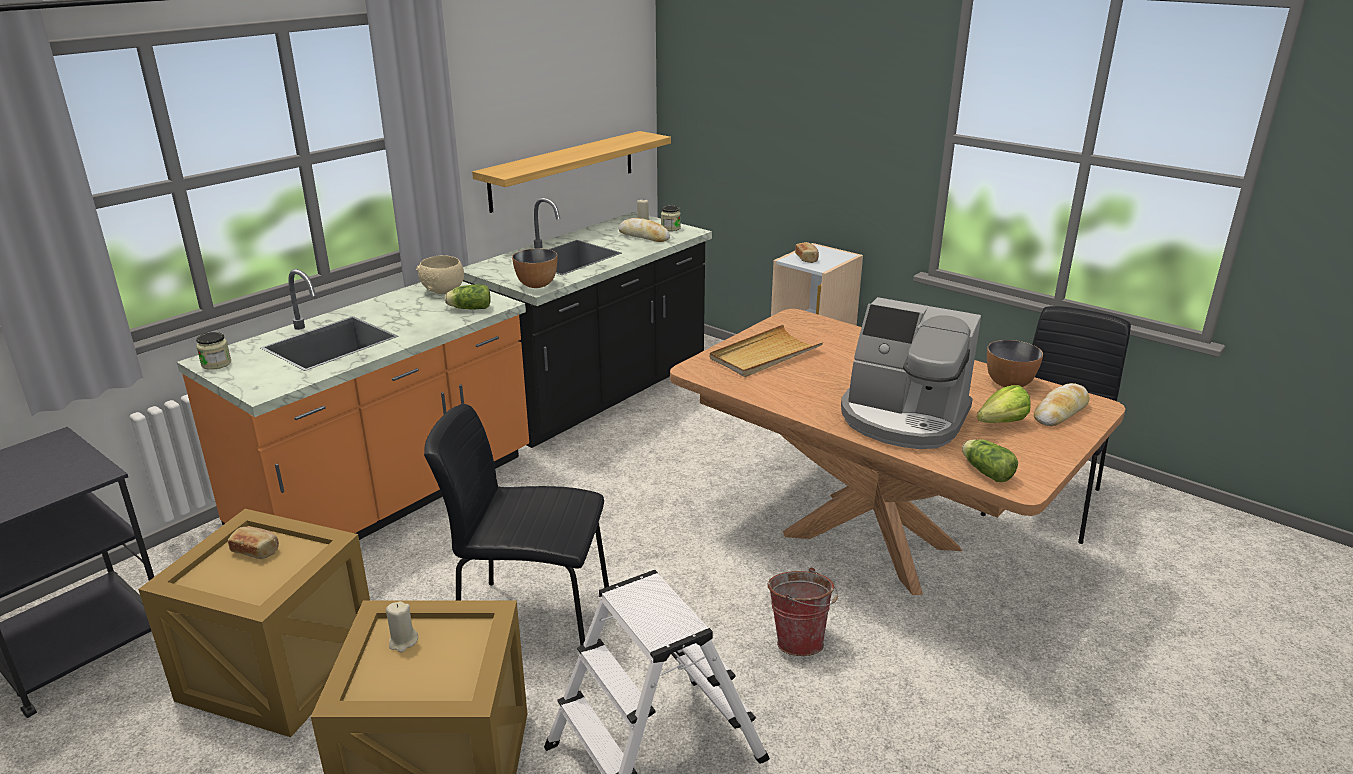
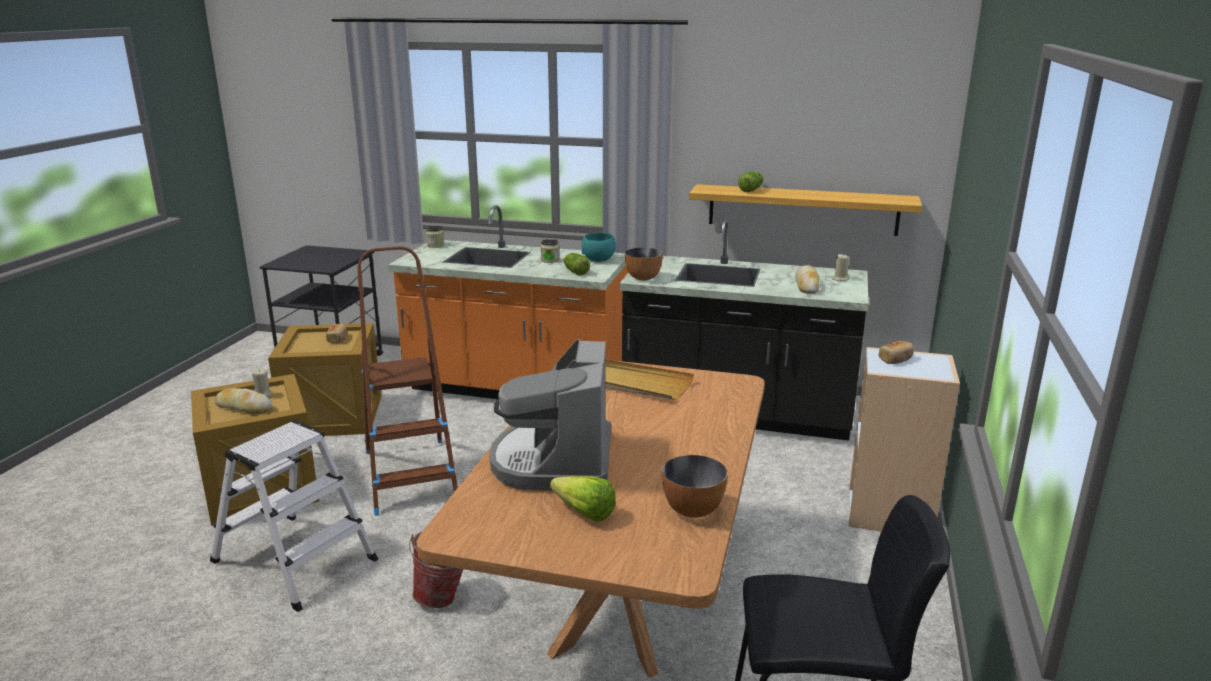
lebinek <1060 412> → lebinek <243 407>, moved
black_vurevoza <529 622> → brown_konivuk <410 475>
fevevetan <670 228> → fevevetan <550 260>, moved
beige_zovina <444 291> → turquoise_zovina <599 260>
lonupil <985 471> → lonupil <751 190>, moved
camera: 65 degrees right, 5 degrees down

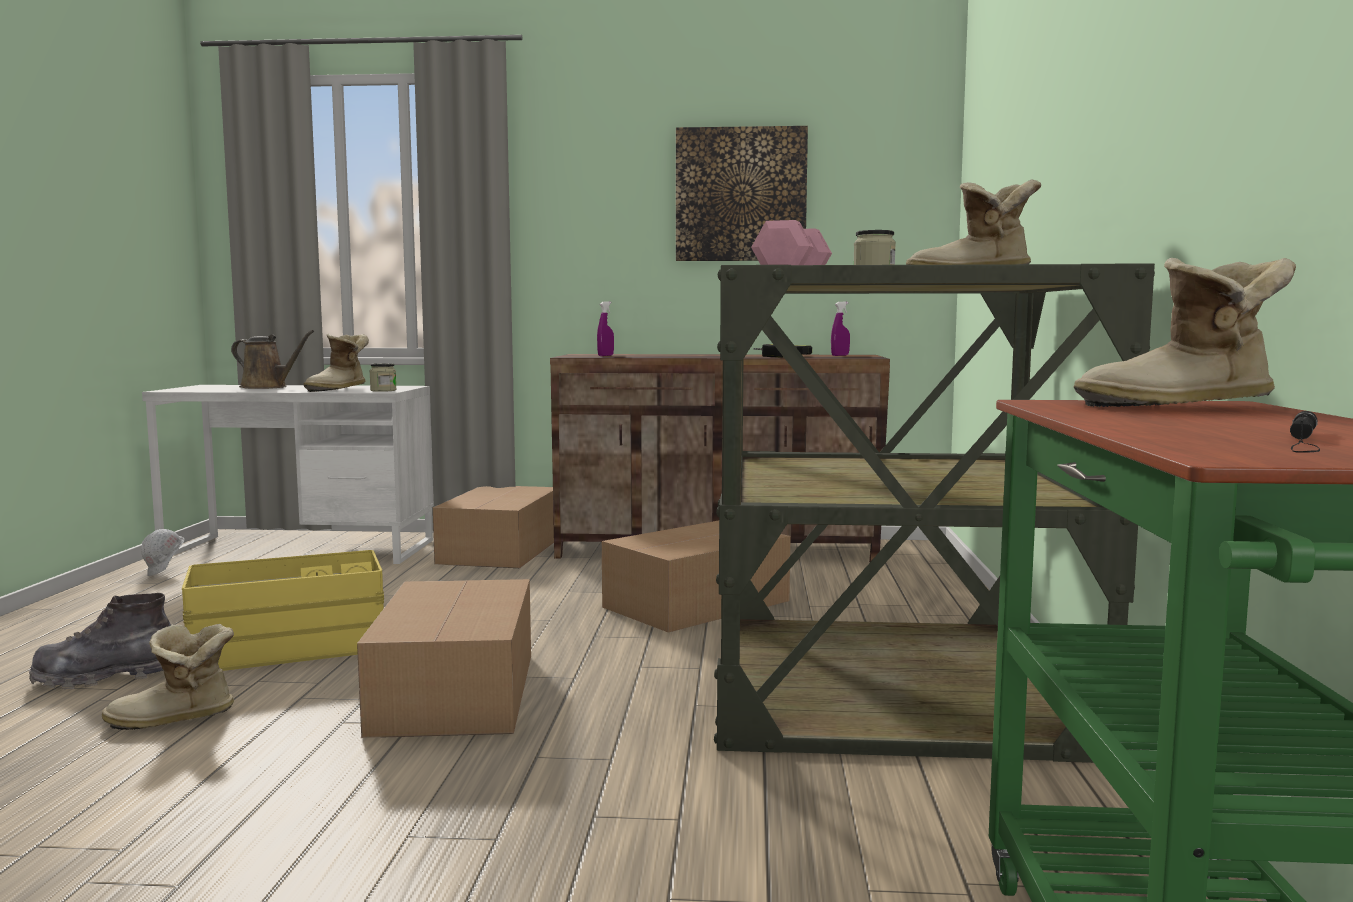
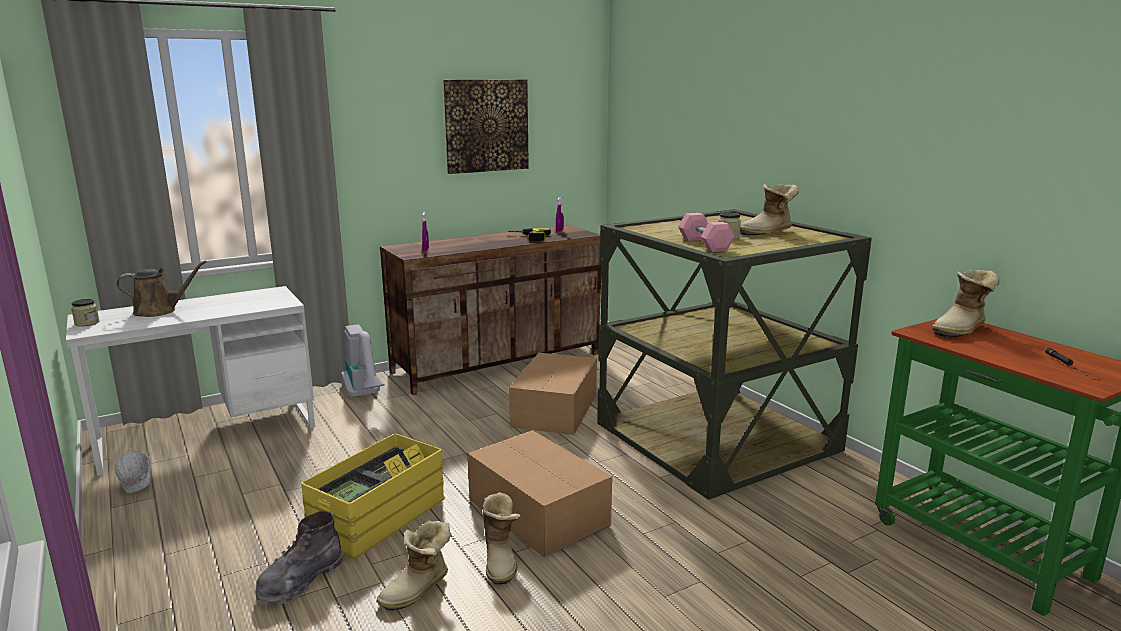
fevevetan <383 390> → fevevetan <87 323>, moved
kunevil <502 550> → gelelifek <365 396>
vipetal <340 389> → vipetal <501 561>, moved
camera: 35 degrees left, 10 degrees up

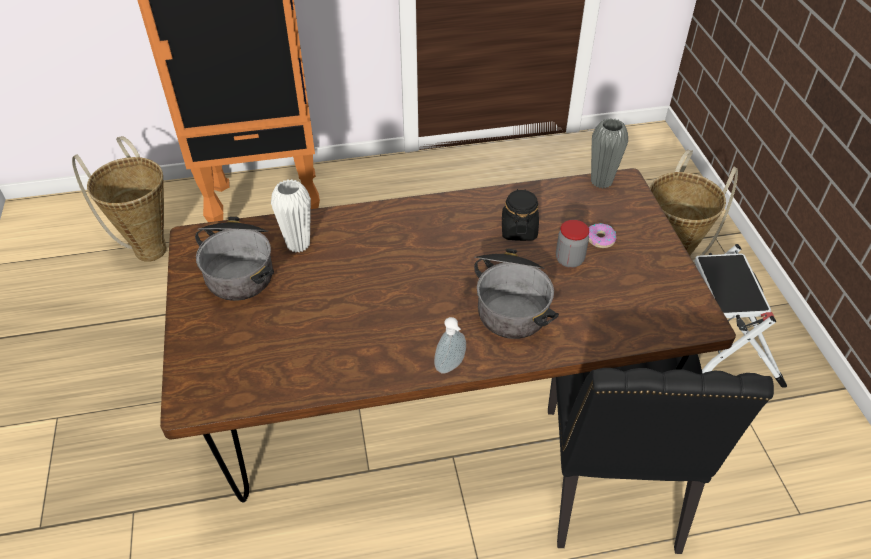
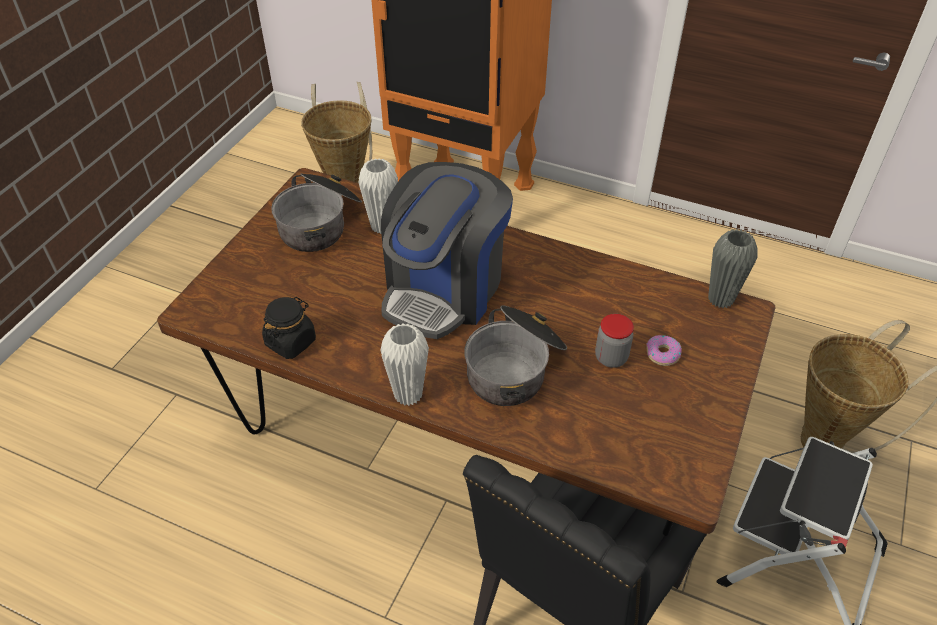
black_fevevetan <518 230> → black_fevevetan <291 342>, moved
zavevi <451 367> → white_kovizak <408 395>
- → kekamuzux <444 289>
camera: 35 degrees right, 0 degrees up

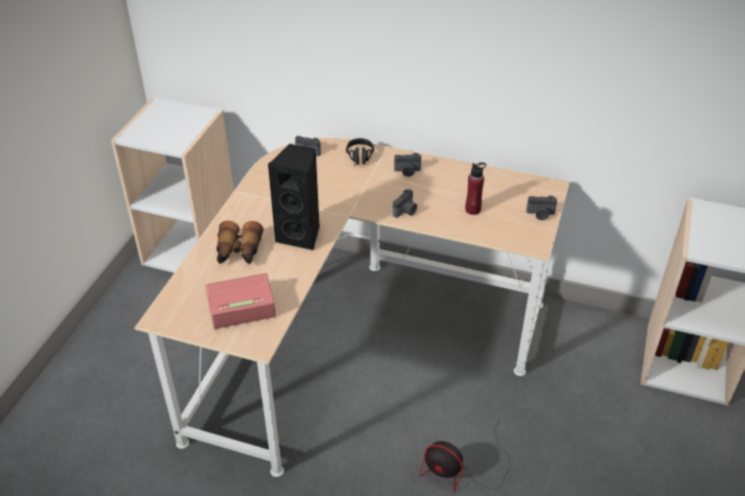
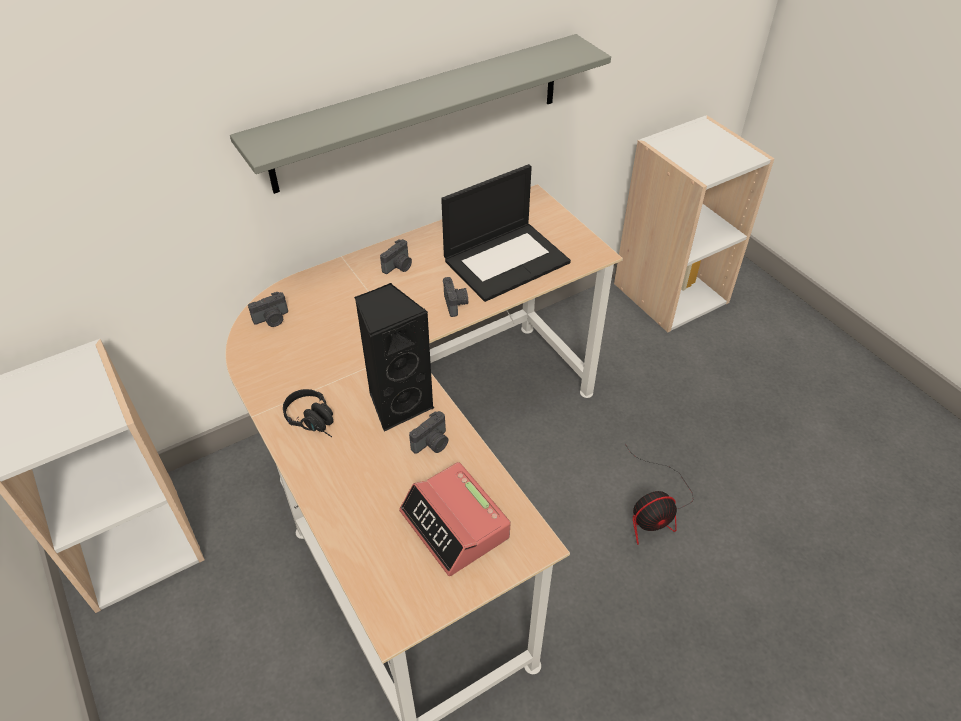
- → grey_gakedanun <420 112>
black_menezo <360 159> → black_menezo <315 421>, moved
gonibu <240 306> → gonibu <455 525>, 60 degrees counterclockwise
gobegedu <540 214> → gobegedu <432 443>, moved
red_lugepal <473 209> → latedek <506 260>
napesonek <238 252> → -
camera: 50 degrees left, 5 degrees up

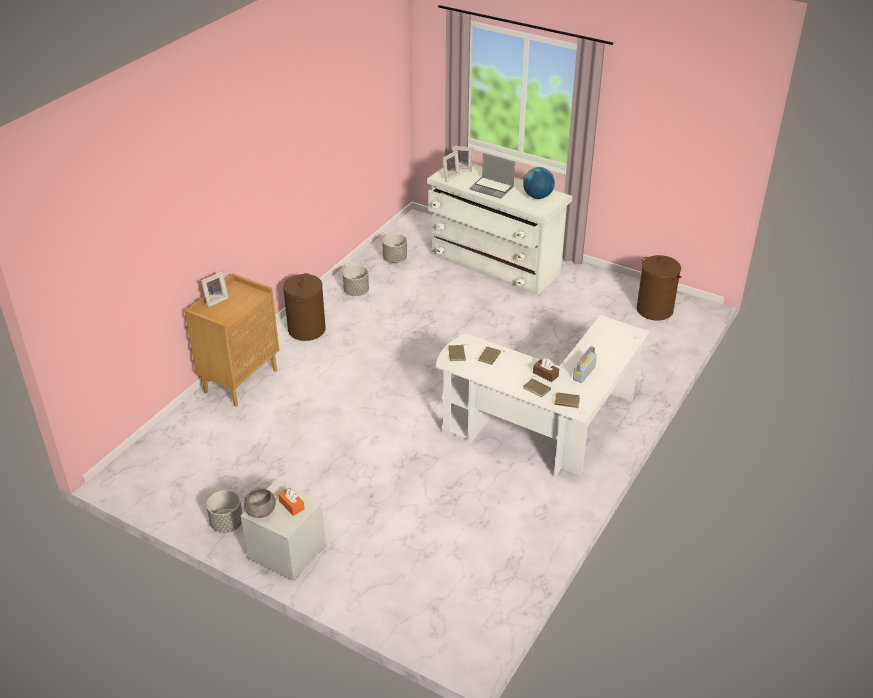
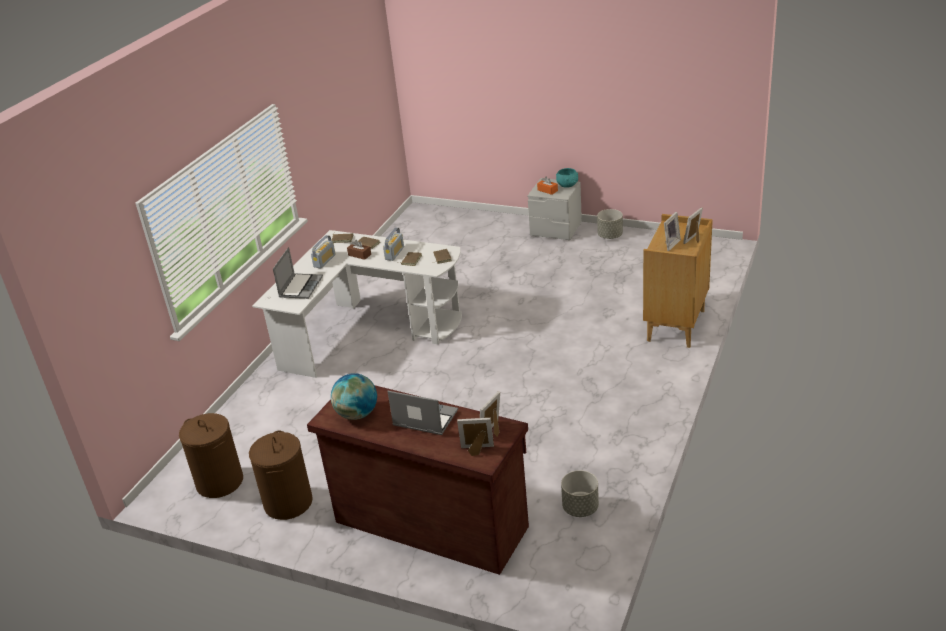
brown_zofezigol <306 329> → brown_zofezigol <288 503>, moved
- → latedek <300 287>
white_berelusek <493 265> → brown_berelusek <433 521>
- → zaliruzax <394 253>
grey_zovina <260 511> → turquoise_zovina <567 185>
- → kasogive <669 244>
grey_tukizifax <356 292> → -
camera: 175 degrees right, 5 degrees down

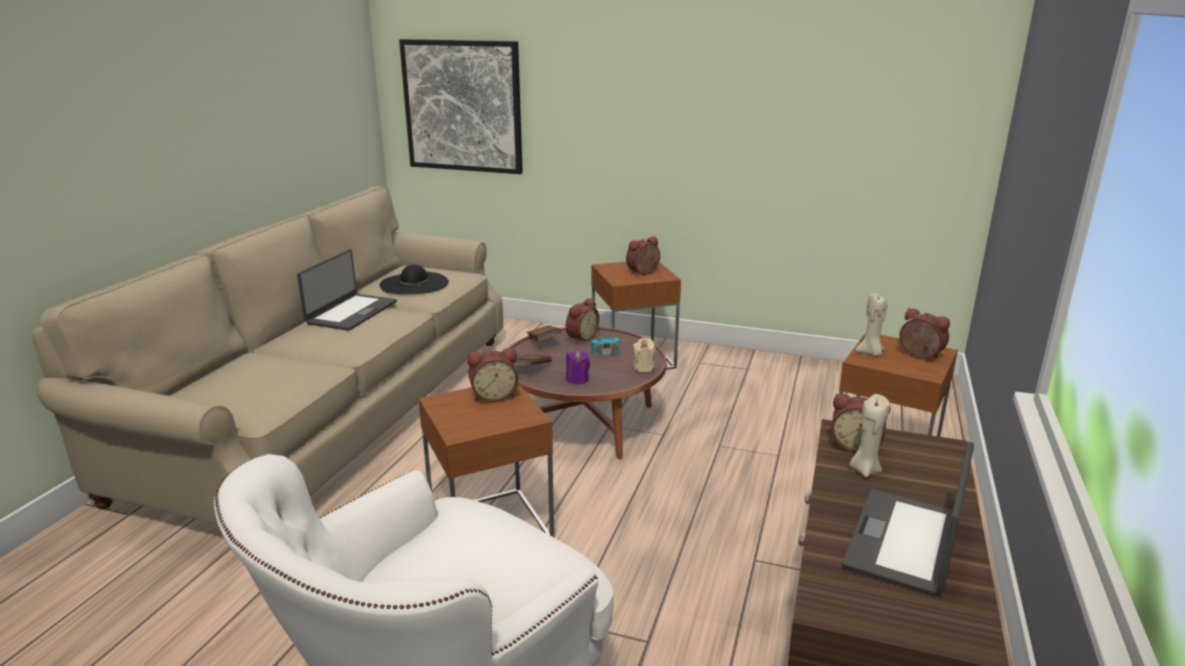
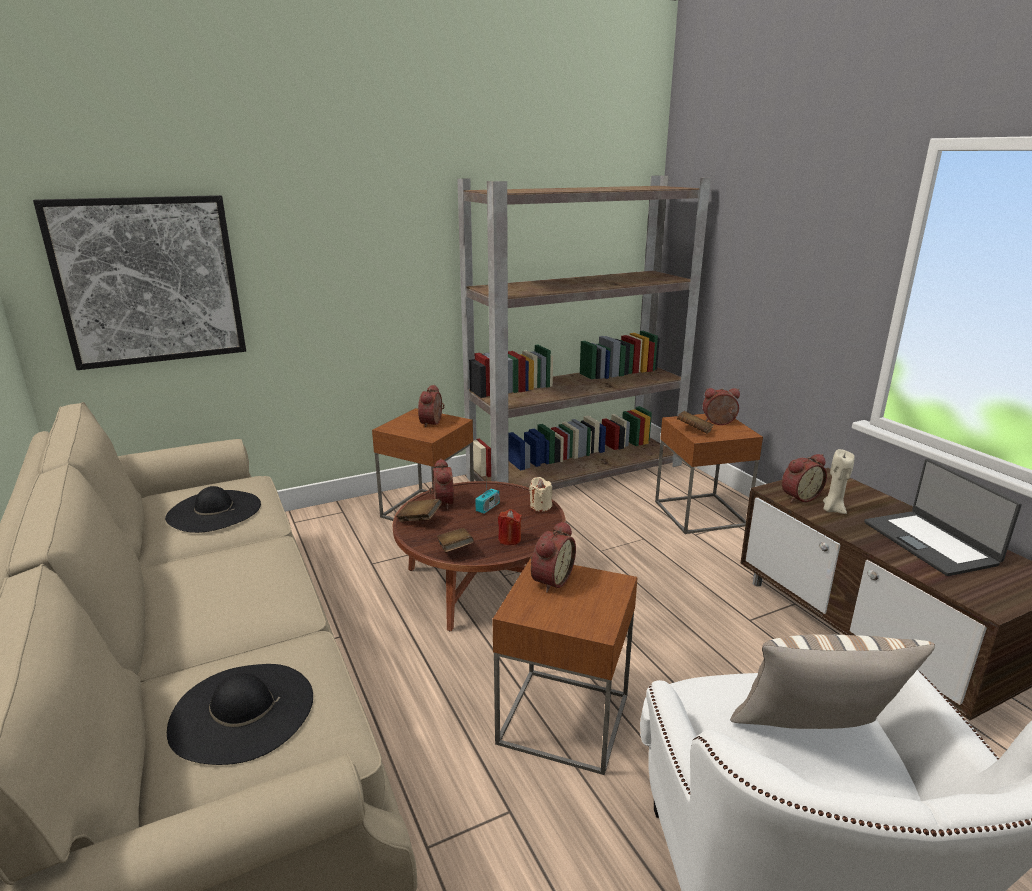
- → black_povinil <242 711>
- → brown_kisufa <576 471>
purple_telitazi <577 379> → red_telitazi <509 539>
beige_telitazi <870 353> → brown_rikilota <694 431>
- → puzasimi <812 741>
latedek <351 312> → -
camera: 45 degrees left, 0 degrees up

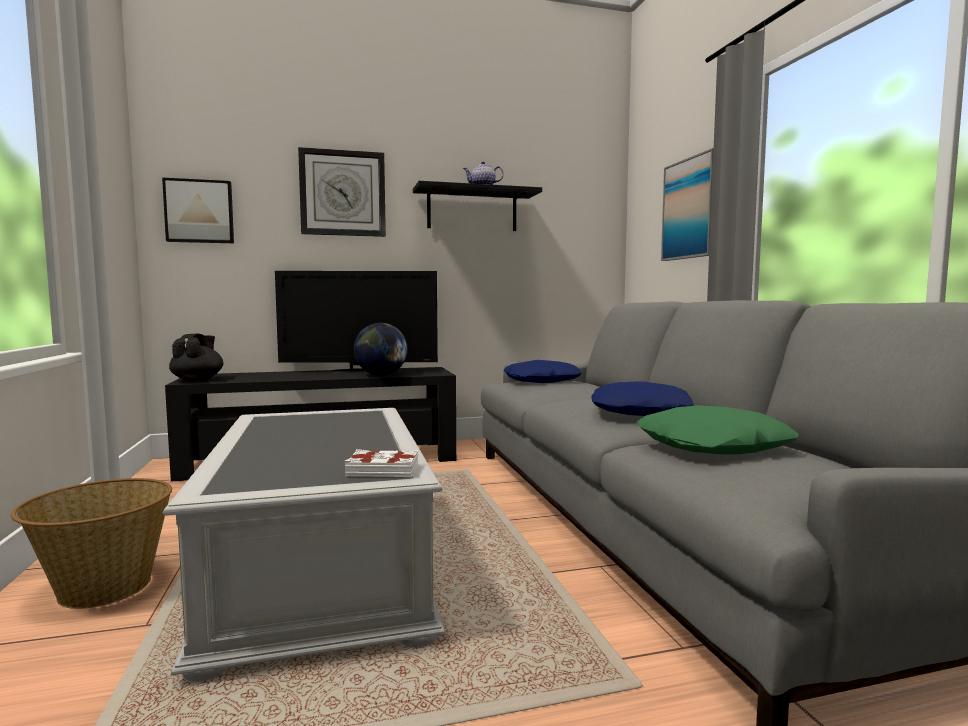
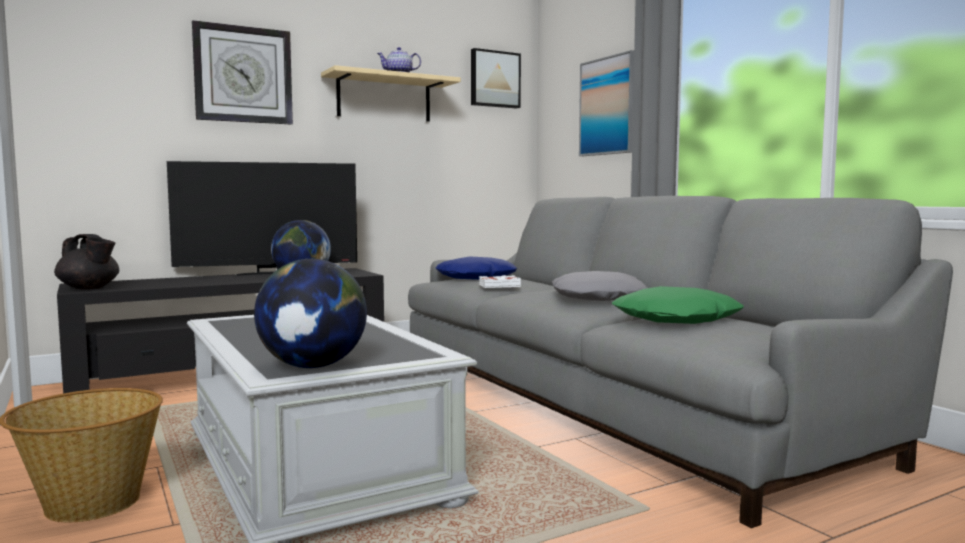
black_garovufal <198 380> → black_garovufal <89 288>, 135 degrees clockwise
- → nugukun <313 366>
black_gakedanun <472 210> → beige_gakedanun <384 98>
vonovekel <199 211> → vonovekel <494 79>, moved
white_rikilota <383 470> → white_rikilota <499 286>, moved
blue_puzasimi <639 411> → grey_puzasimi <596 298>
camera: 15 degrees left, 0 degrees up

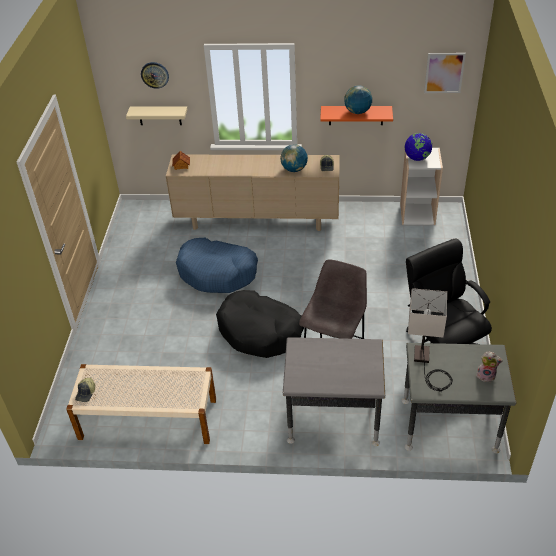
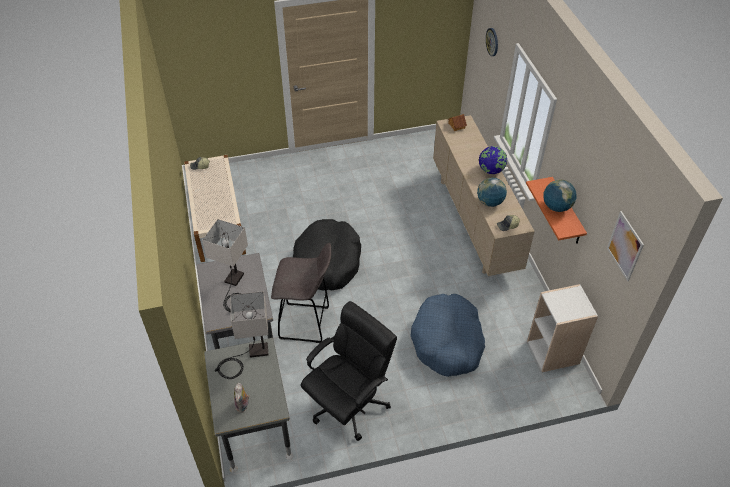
- → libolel <233 288>
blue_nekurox <217 273> → blue_nekurox <447 341>, moved
nugukun <417 158> → nugukun <491 170>, moved
beige_gakedanun <159 115> → -
camera: 70 degrees right, 5 degrees up

